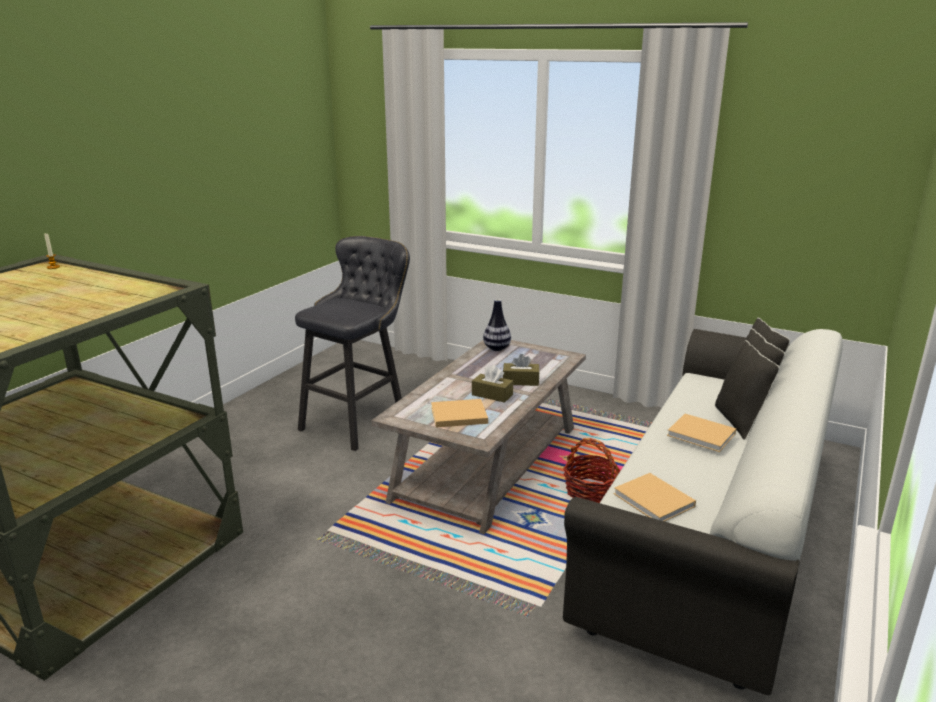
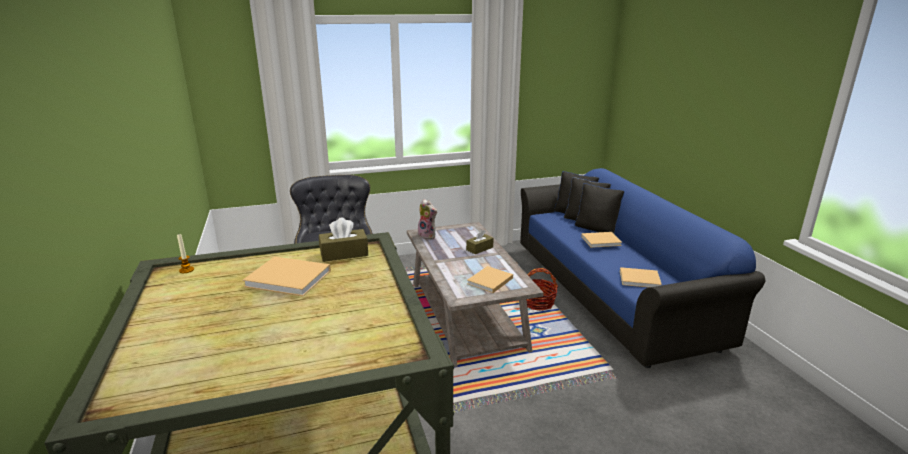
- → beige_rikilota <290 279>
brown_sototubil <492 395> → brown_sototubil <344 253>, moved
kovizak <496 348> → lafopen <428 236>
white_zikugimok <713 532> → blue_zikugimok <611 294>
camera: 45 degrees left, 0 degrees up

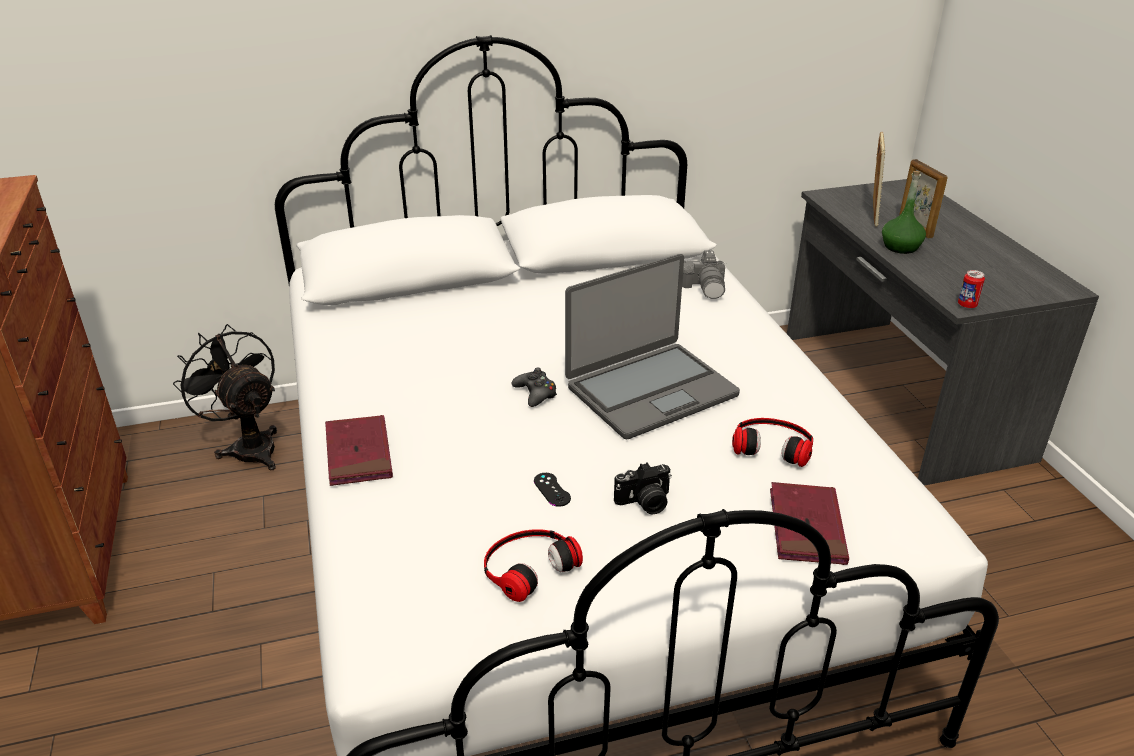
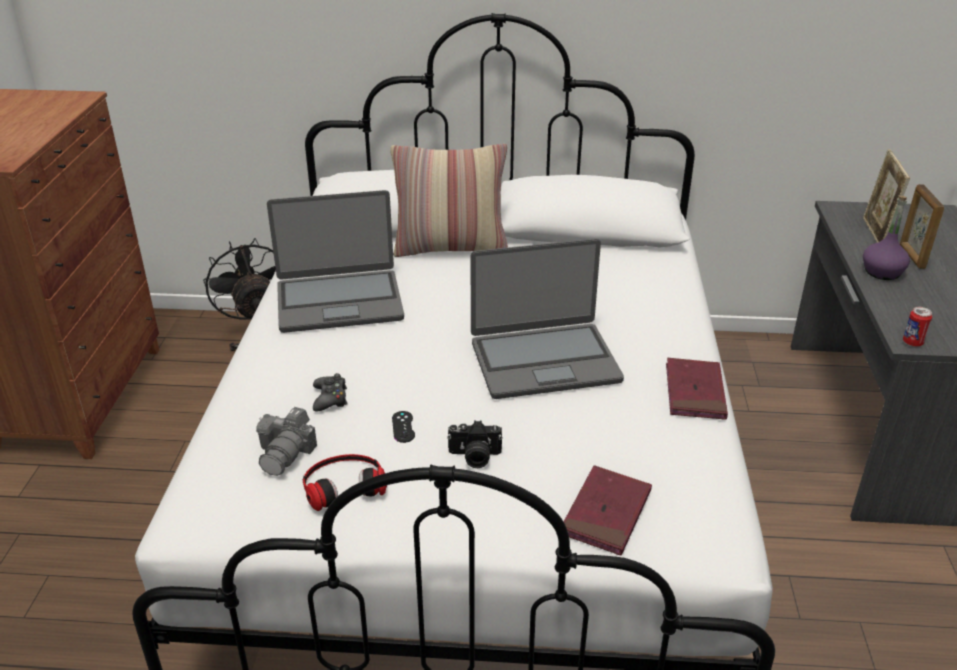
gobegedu <705 287> → gobegedu <286 453>, moved
- → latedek <339 302>
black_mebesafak <535 393> → black_mebesafak <330 398>, moved
- → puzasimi <450 248>
red_rikilota <358 454> → red_rikilota <695 392>, moved
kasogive <872 213> → kasogive <875 234>, 150 degrees clockwise
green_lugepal <900 247> → purple_lugepal <882 272>
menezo <772 444> → -
camera: 20 degrees right, 0 degrees up

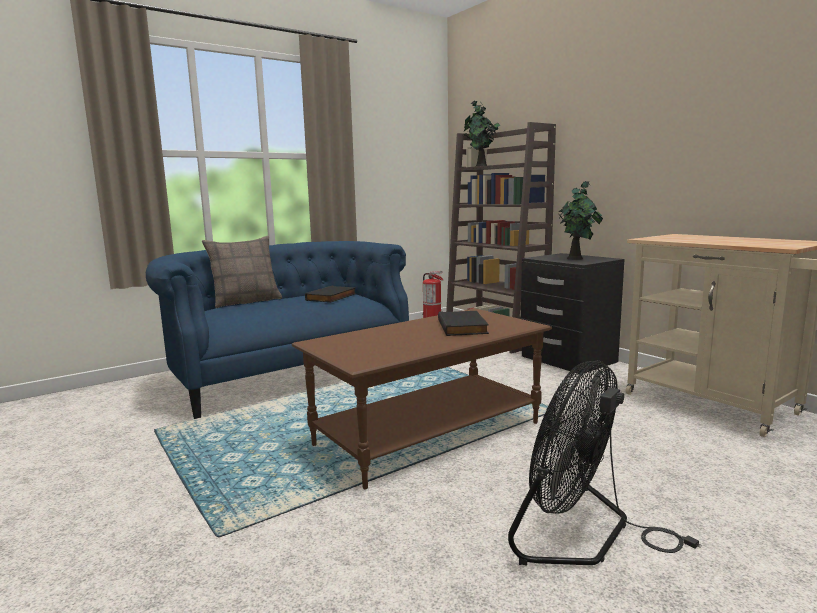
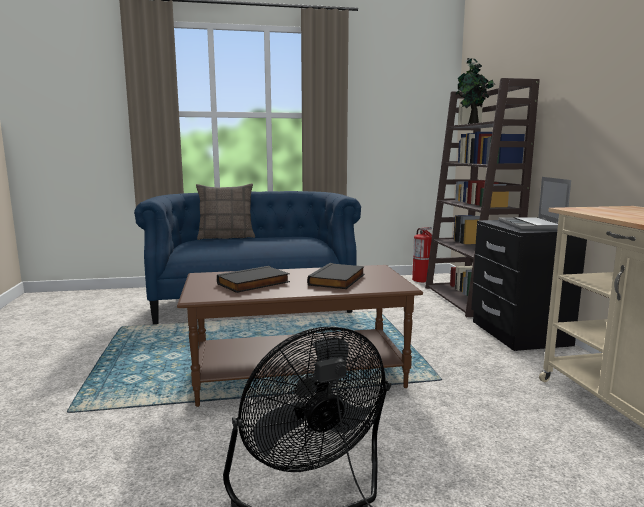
black_rikilota <332 297> → black_rikilota <254 283>, moved
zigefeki <576 258> → latedek <532 225>
camera: 25 degrees right, 0 degrees up

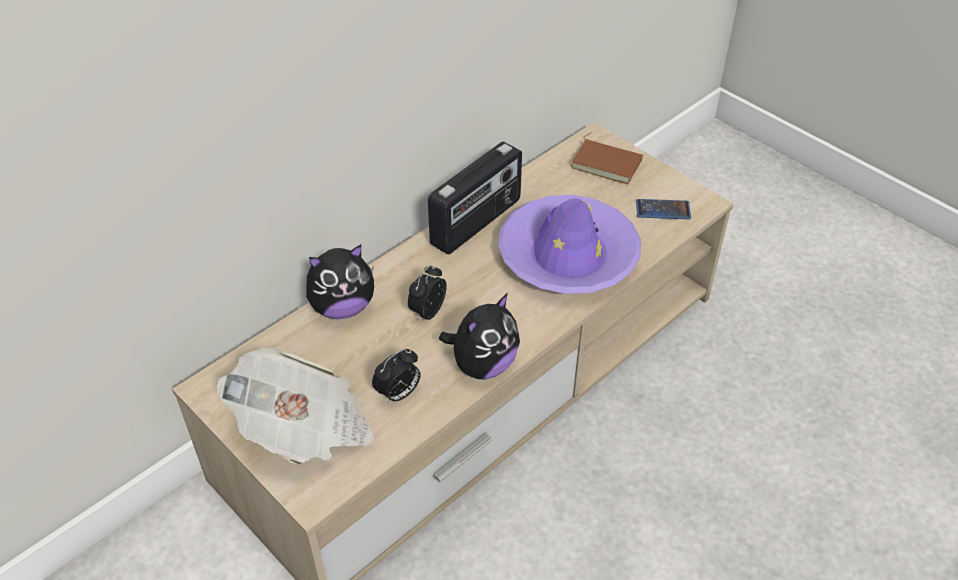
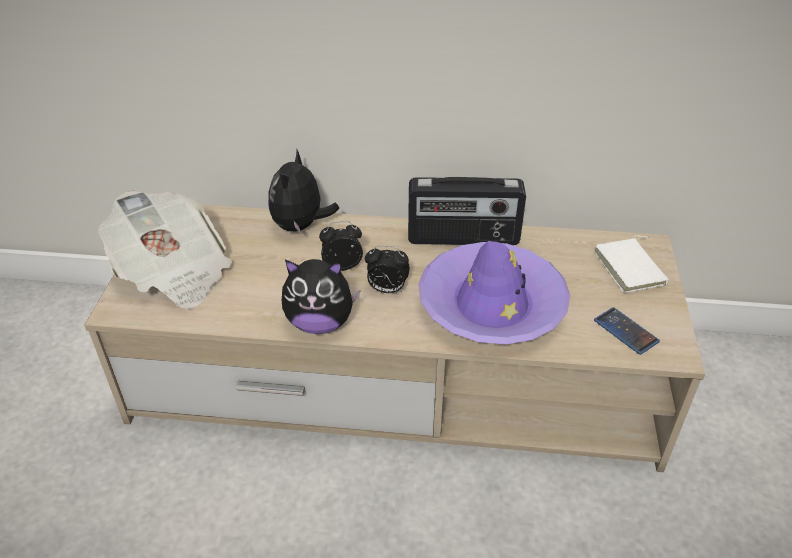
lafopen <342 307> → lafopen <301 226>, 75 degrees clockwise
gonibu <398 394> → gonibu <387 289>, moved
brown_rikilota <607 163> → white_rikilota <631 268>
camera: 50 degrees right, 5 degrees down

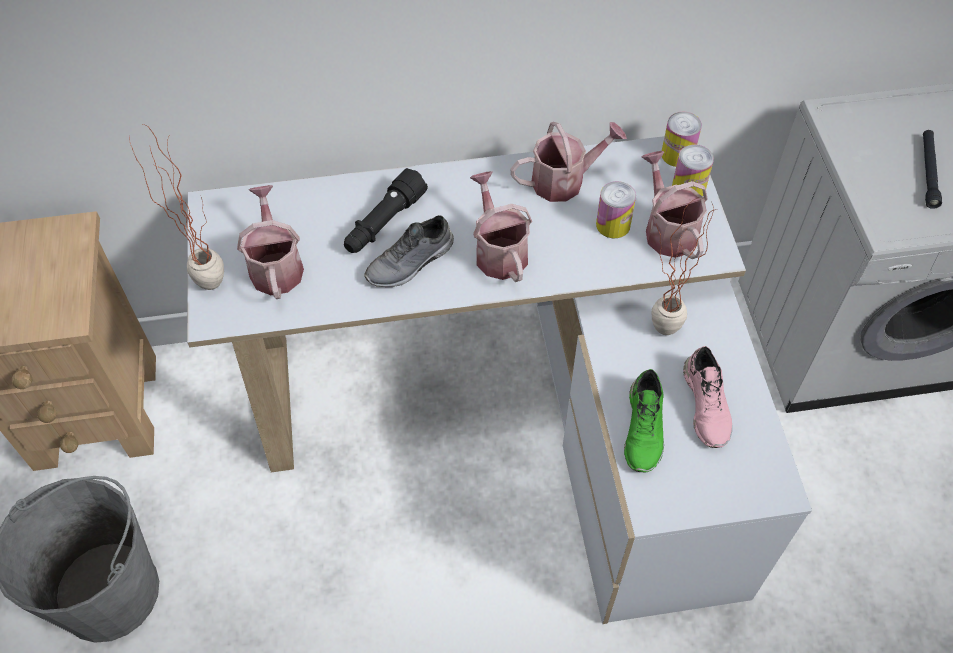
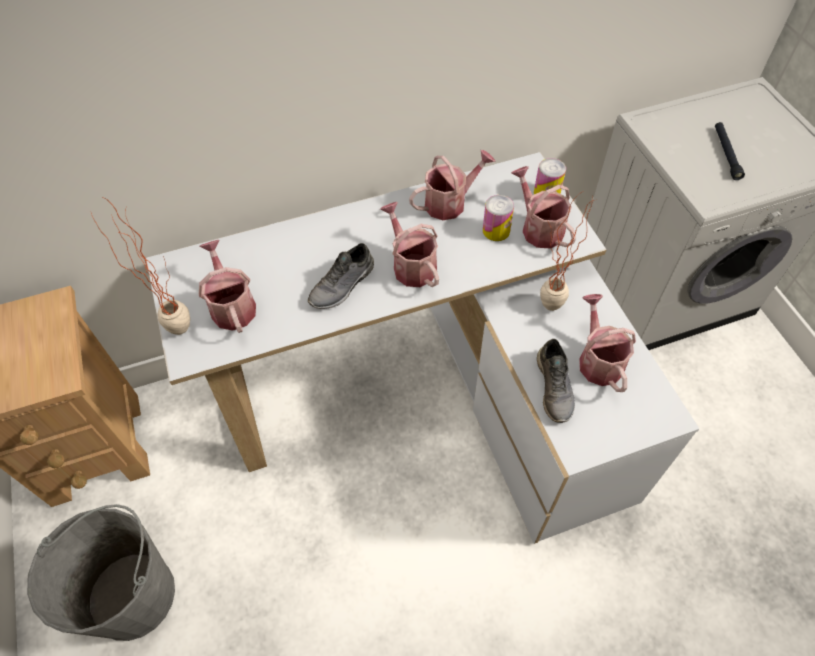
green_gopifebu <644 429> → grey_gopifebu <555 387>
pink_gopifebu <707 405> → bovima <598 360>
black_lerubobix <384 223> → -
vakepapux <677 155> → -
camera: 10 degrees left, 0 degrees up

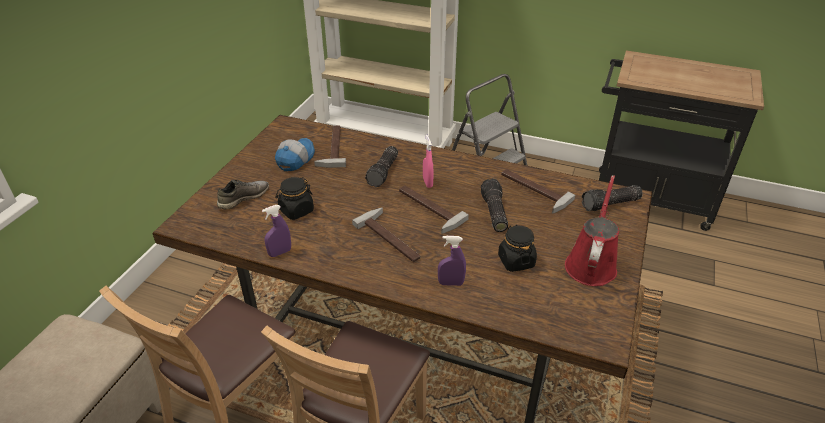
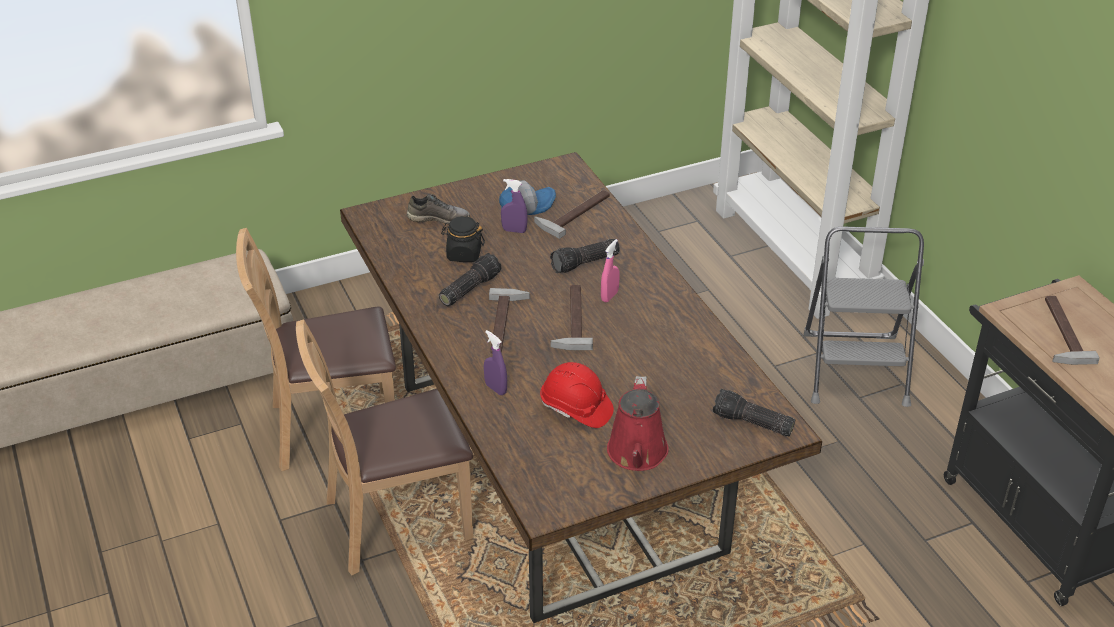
lerubobix <493 212> → lerubobix <469 288>, moved
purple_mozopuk <280 252> → purple_mozopuk <514 230>, moved
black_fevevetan <516 261> → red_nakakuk <576 408>
red_bovima <591 264> → red_bovima <637 454>, 120 degrees clockwise
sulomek <532 191> → sulomek <1059 331>, moved
camera: 45 degrees right, 0 degrees up

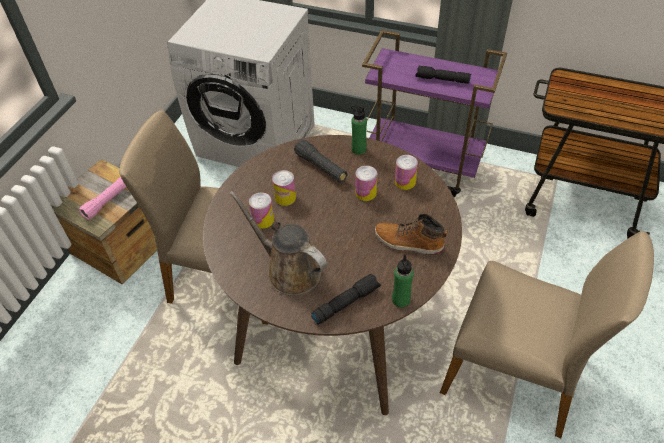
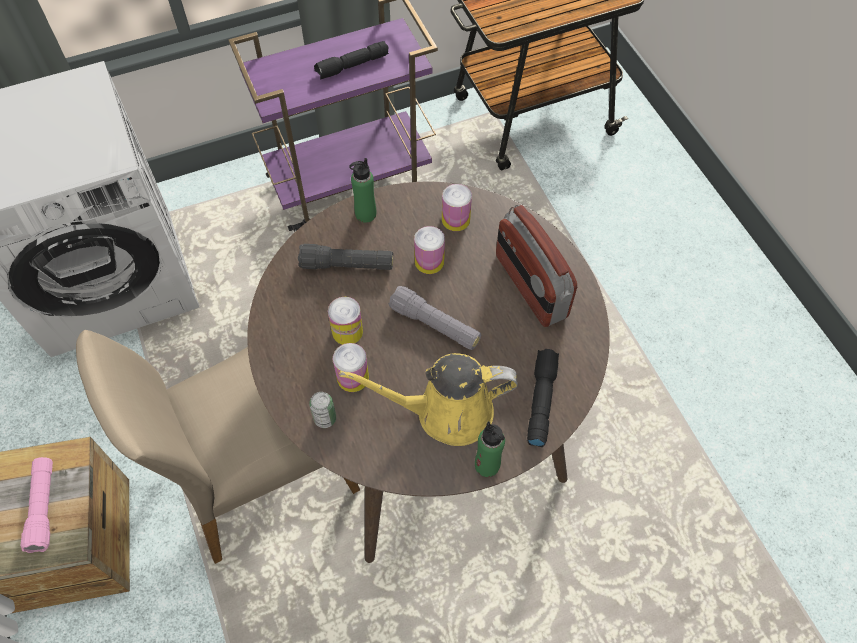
- → vakepapux <325 418>
brown_bovima <289 270> → yellow_bovima <446 412>
- → grey_lerubobix <435 325>
green_lugepal <401 300> → green_lugepal <487 465>, moved
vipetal <408 242> → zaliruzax <530 286>
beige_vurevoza <514 372> → -
camera: 45 degrees left, 10 degrees up

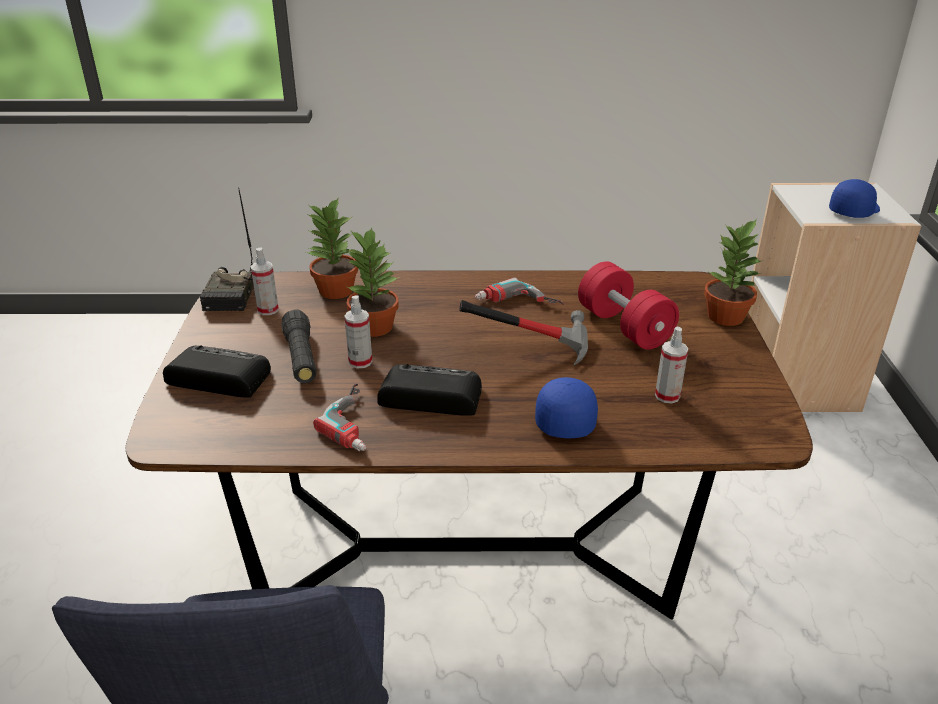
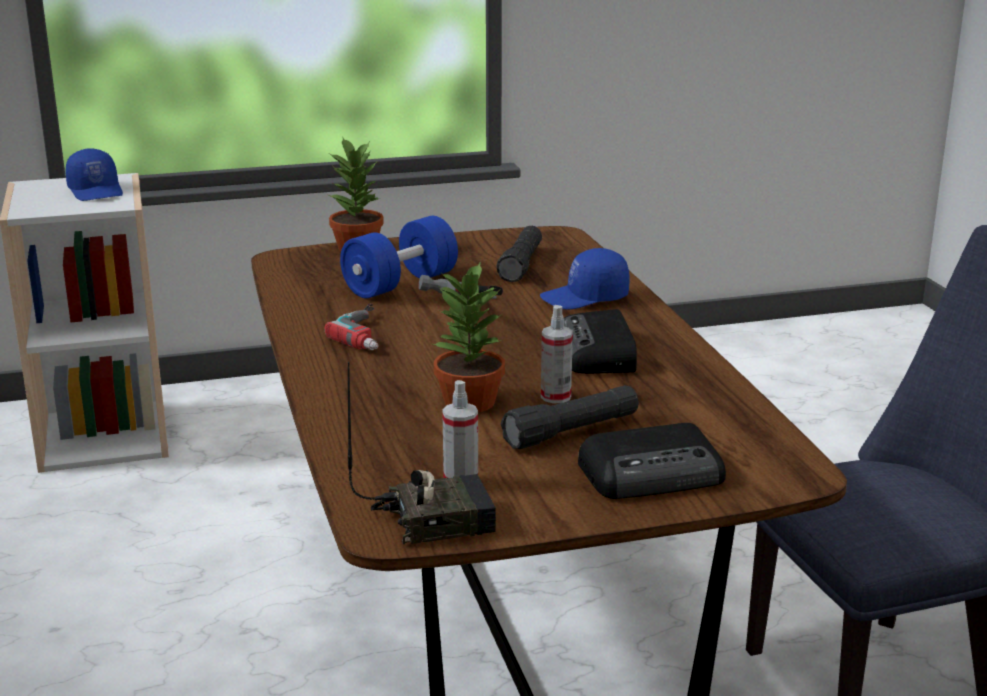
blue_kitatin <853 210> → blue_kitatin <97 191>, 150 degrees counterclockwise
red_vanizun <624 327> → blue_vanizun <400 284>
mozopuk <667 396> → black_lerubobix <521 265>
zaliruzax <218 377> → zaliruzax <654 474>, 105 degrees counterclockwise
zigefeki <335 291> → -
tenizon <359 422> → -
camera: 105 degrees left, 10 degrees down

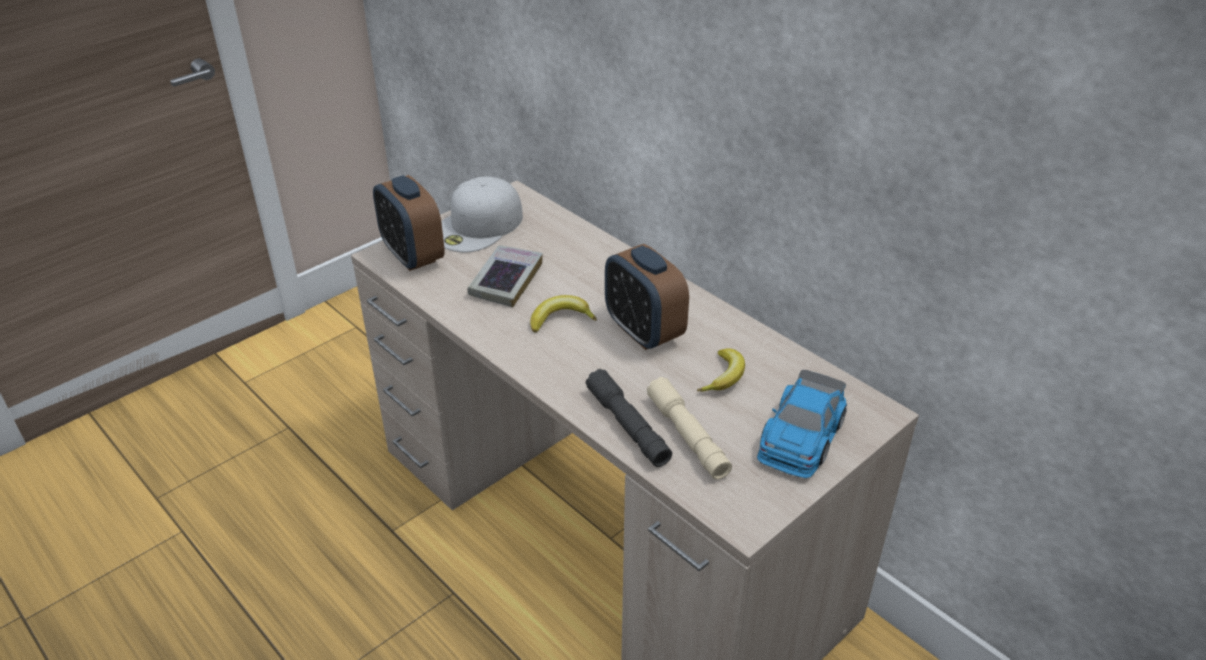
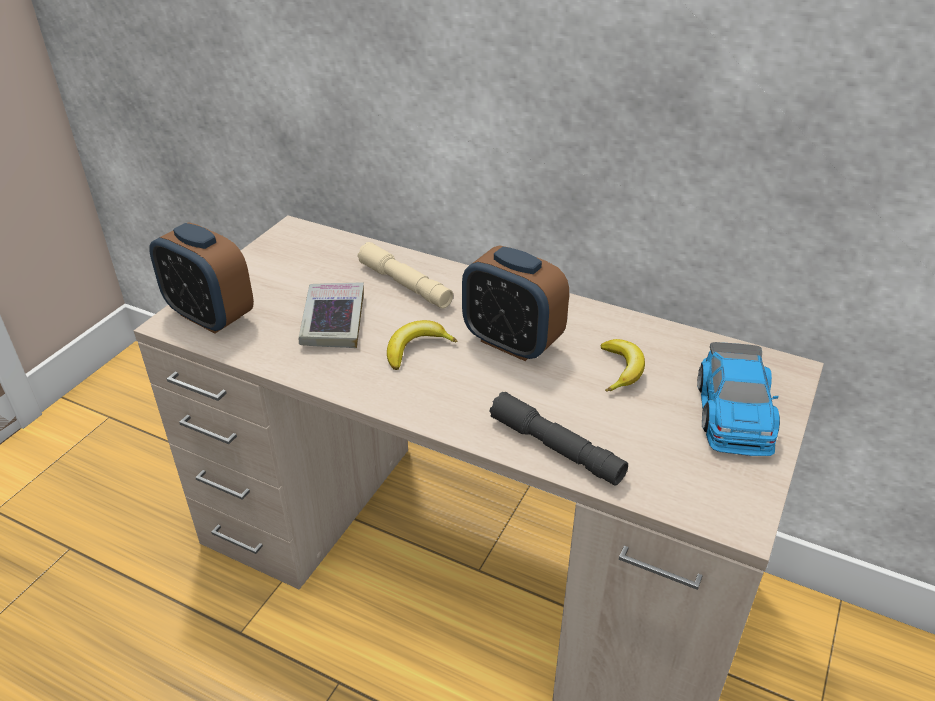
beige_lerubobix <687 436> → beige_lerubobix <405 285>, moved
white_kitatin <478 226> → -
camera: 20 degrees left, 0 degrees up

